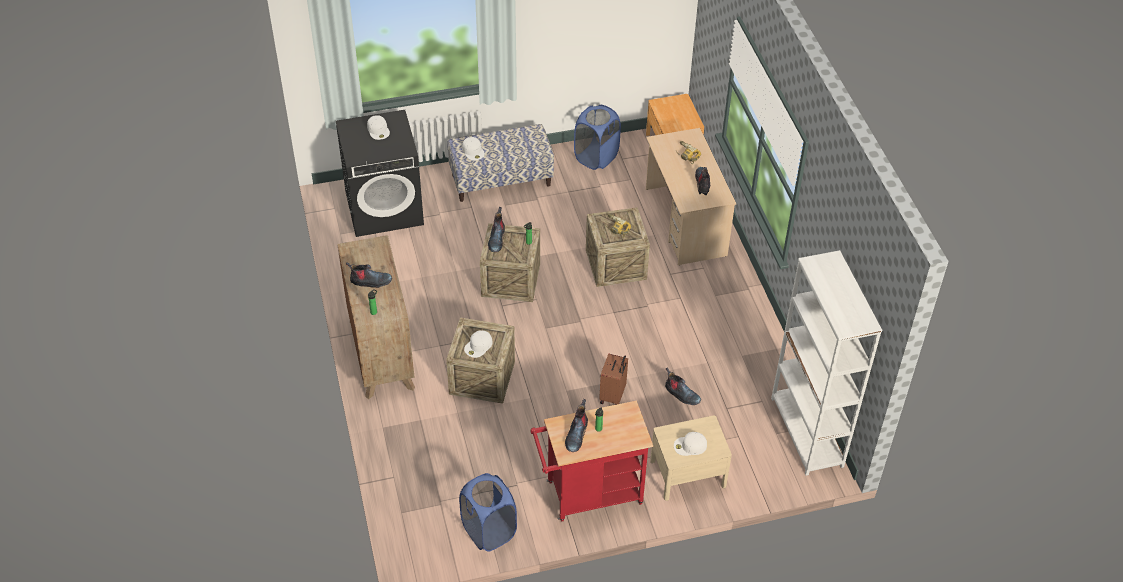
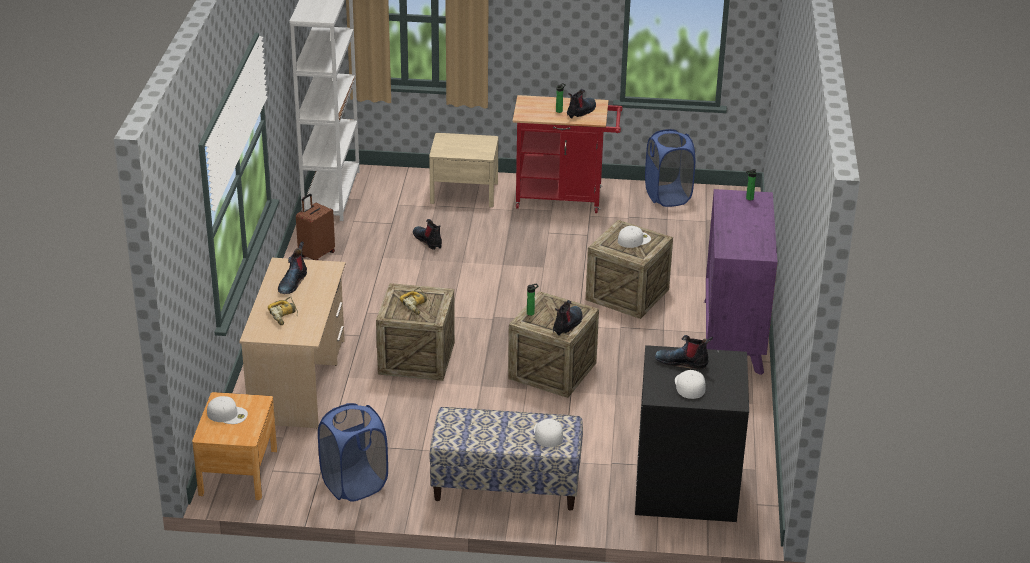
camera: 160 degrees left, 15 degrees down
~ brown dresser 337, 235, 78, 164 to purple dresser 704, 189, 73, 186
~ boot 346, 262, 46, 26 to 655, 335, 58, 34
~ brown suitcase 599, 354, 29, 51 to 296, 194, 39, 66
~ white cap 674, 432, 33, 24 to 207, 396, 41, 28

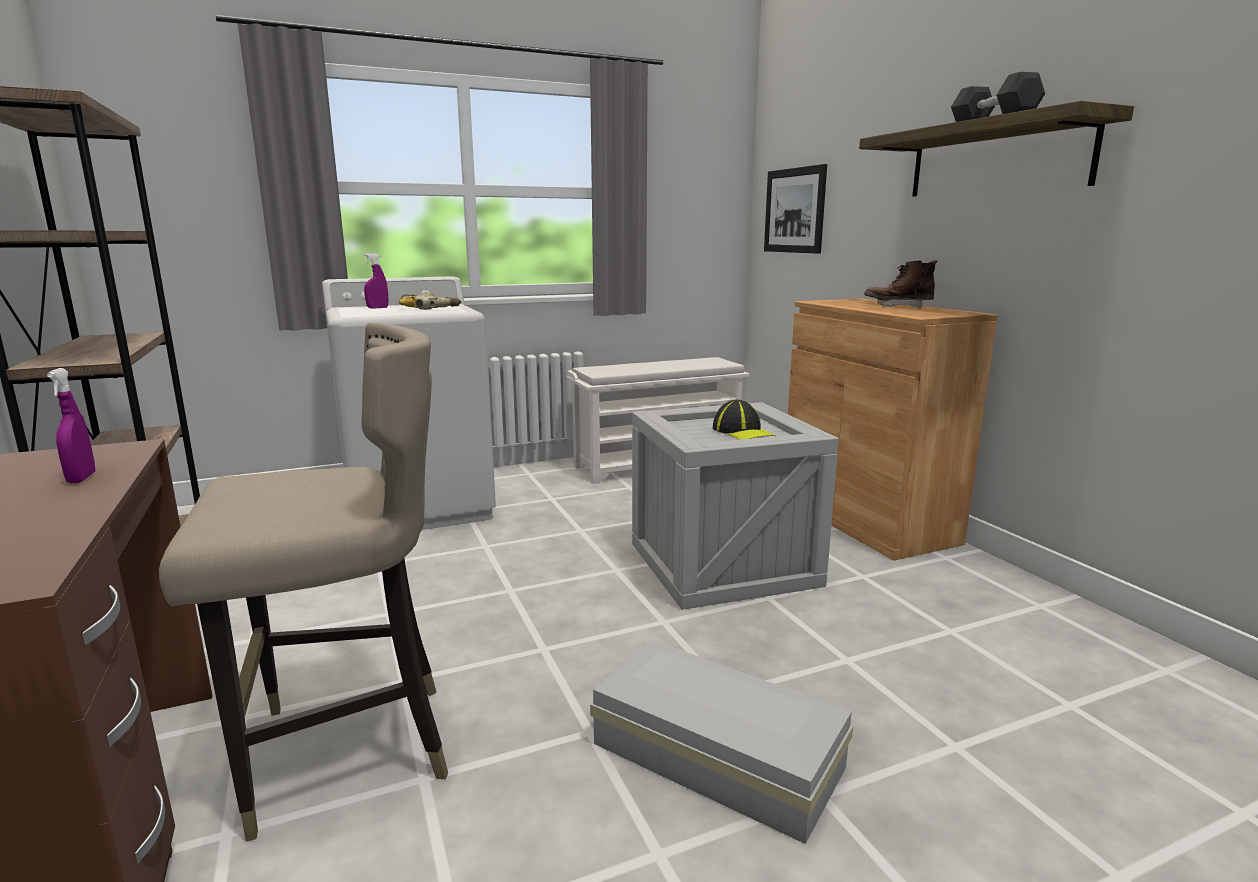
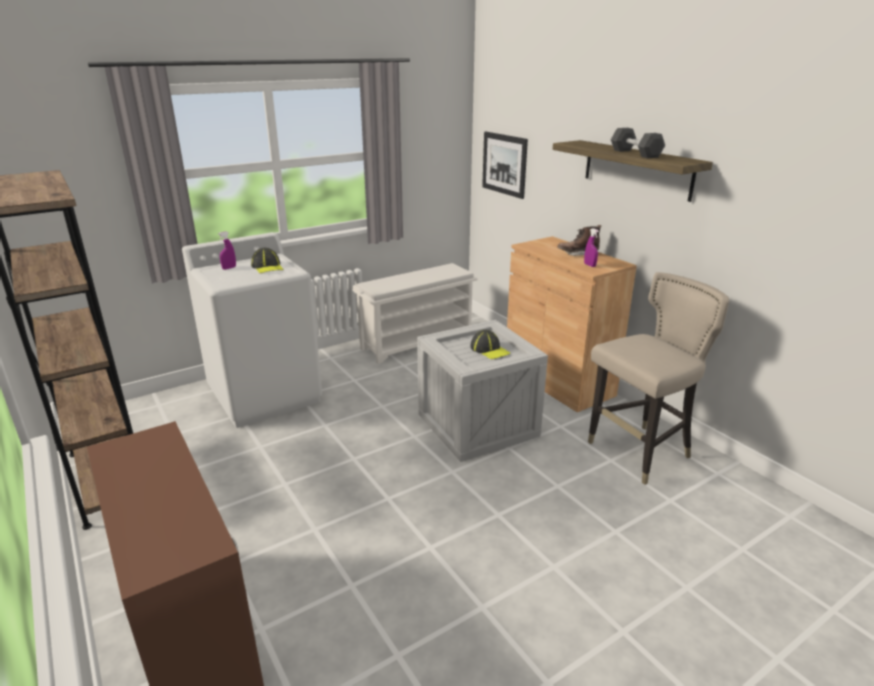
camera: 10 degrees left, 10 degrees up
~ power drill 399, 293, 62, 17 to cap 251, 248, 33, 25
~ beige stool 159, 323, 289, 518 to 588, 272, 141, 213
~ purple spray bottle 47, 368, 48, 116 to 584, 228, 15, 39
- white storage box 590, 640, 263, 204

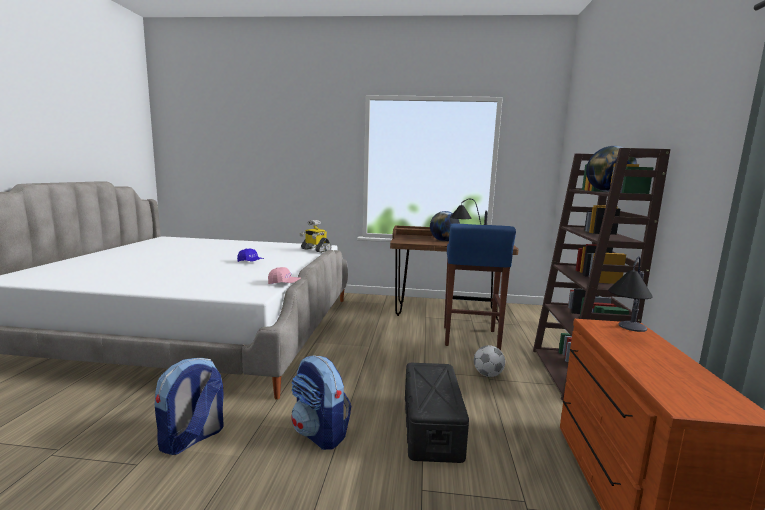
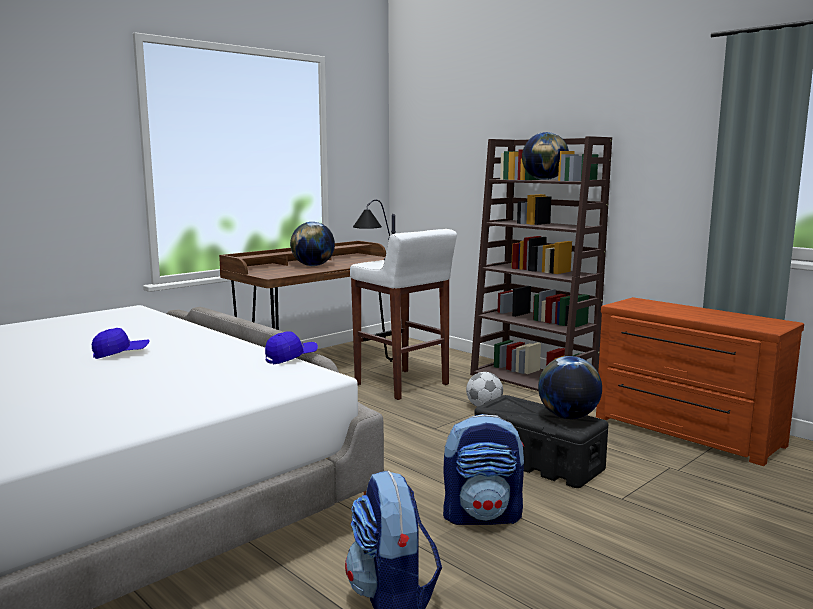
camera: 50 degrees left, 0 degrees up
- toy robot 299, 220, 33, 33
~ blue stool 444, 223, 72, 127 to white stool 350, 229, 107, 171
- table lamp 608, 256, 45, 76
~ pink cap 268, 267, 33, 17 to blue cap 265, 331, 53, 33
+ globe 538, 356, 64, 63

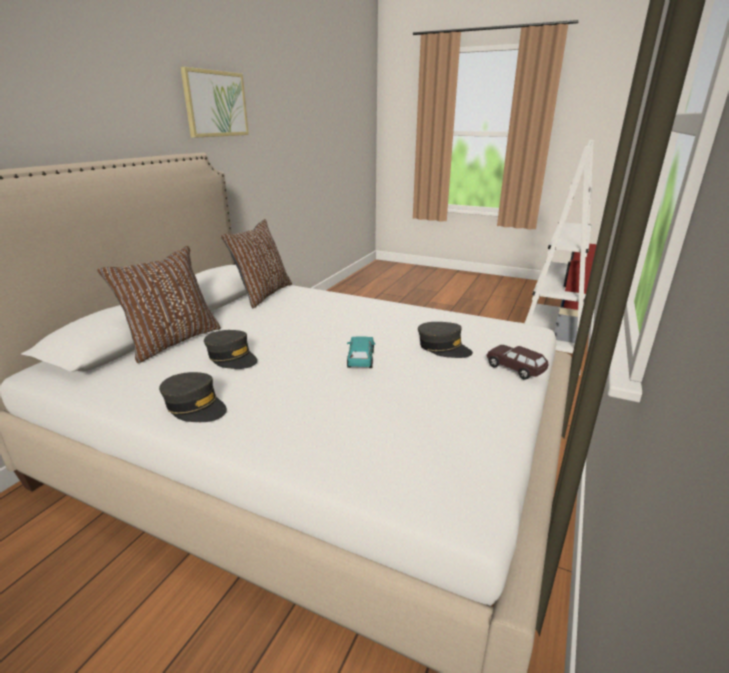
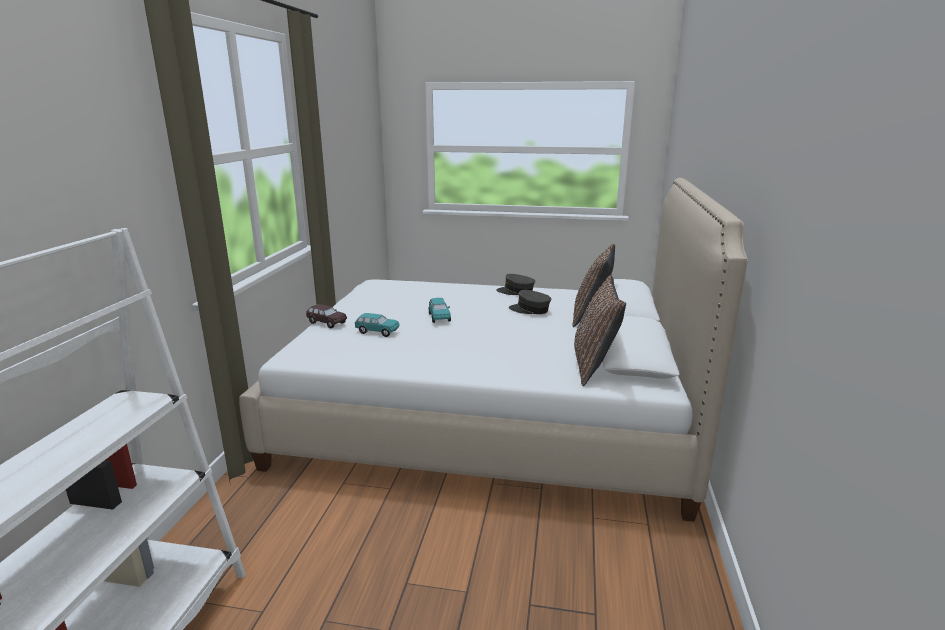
camera: 165 degrees right, 5 degrees down
- picture 180, 67, 69, 71
~ grey cap 418, 322, 55, 36 to turquoise toy car 355, 313, 44, 24

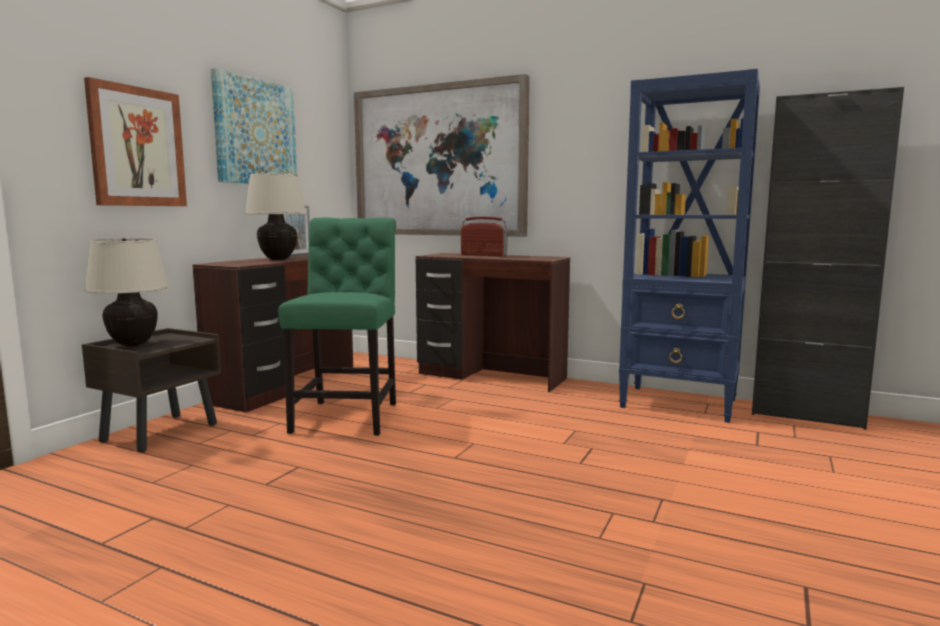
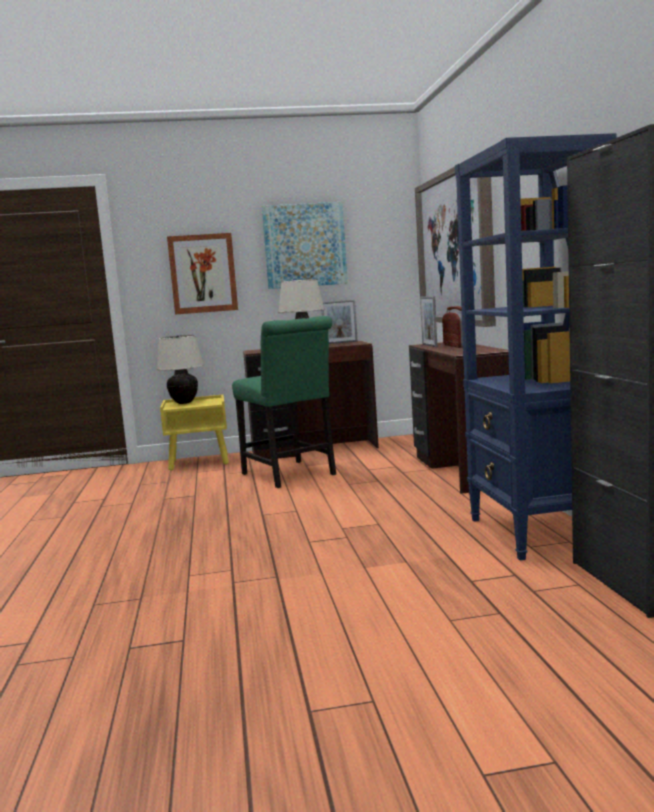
camera: 55 degrees right, 0 degrees up
~ green chair 278, 218, 118, 218 = 232, 316, 104, 172 90 degrees clockwise
~ brown nightstand 82, 328, 139, 124 to yellow nightstand 160, 395, 69, 75
+ picture frame 420, 296, 17, 51

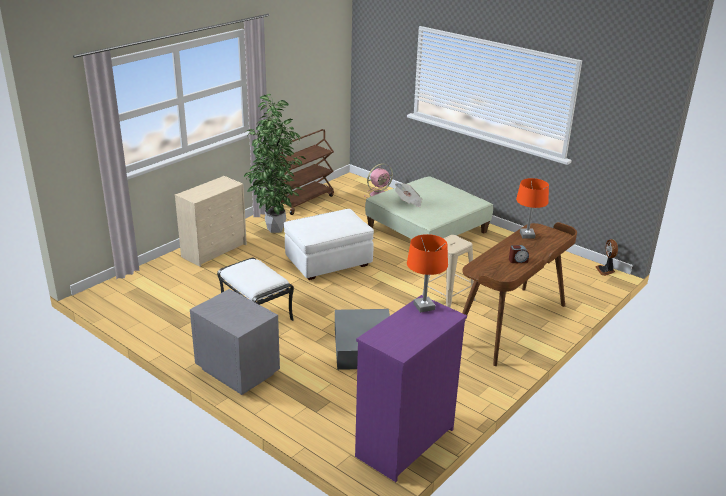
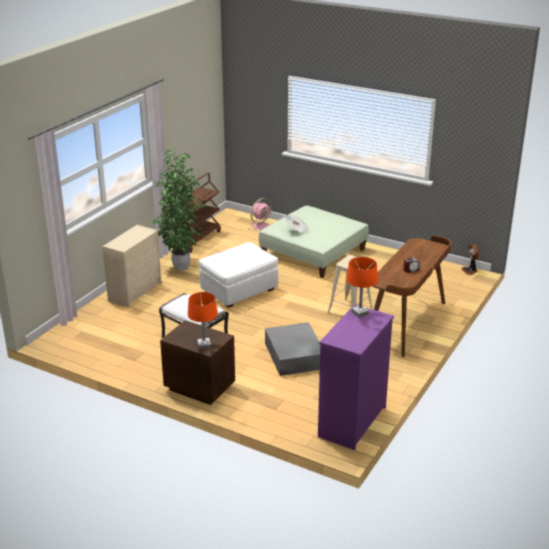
camera: 10 degrees left, 0 degrees up
~ orange table lamp 516, 178, 33, 60 to 188, 292, 30, 57
~ grey nightstand 190, 289, 90, 106 to brown nightstand 160, 320, 75, 85

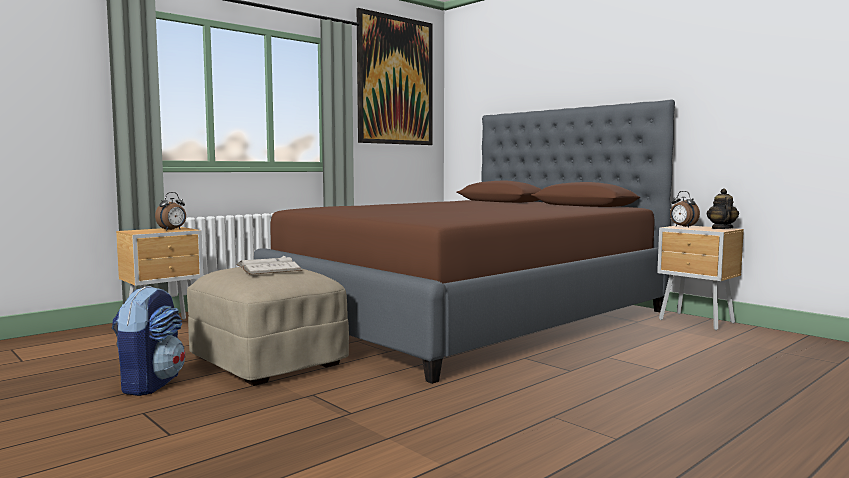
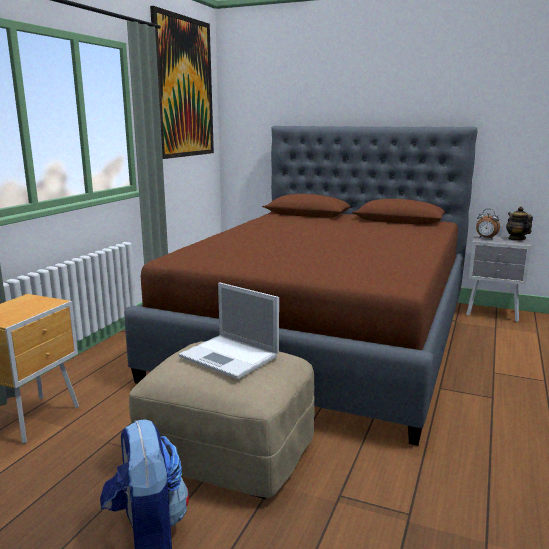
camera: 25 degrees left, 10 degrees up
- alarm clock 155, 192, 31, 39
~ brown nightstand 657, 225, 87, 105 to grey nightstand 467, 234, 64, 88
~ white book 236, 255, 66, 20 to laptop 178, 282, 101, 97

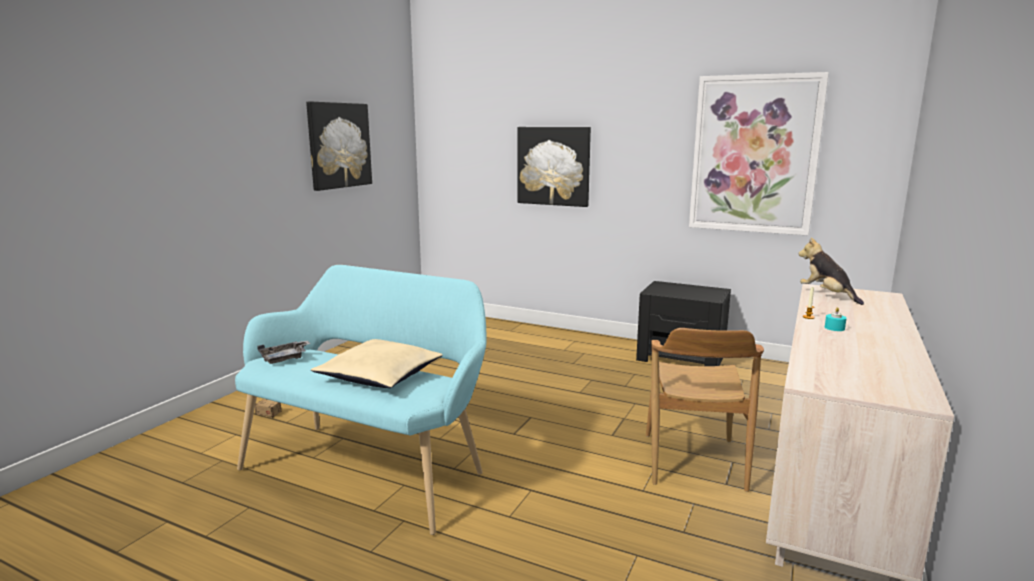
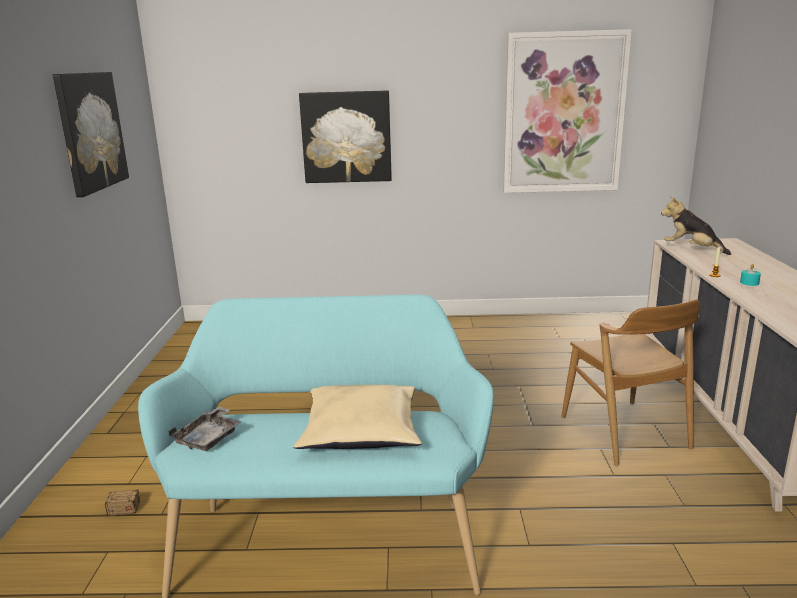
camera: 25 degrees left, 5 degrees up
- black nightstand 636, 281, 95, 85

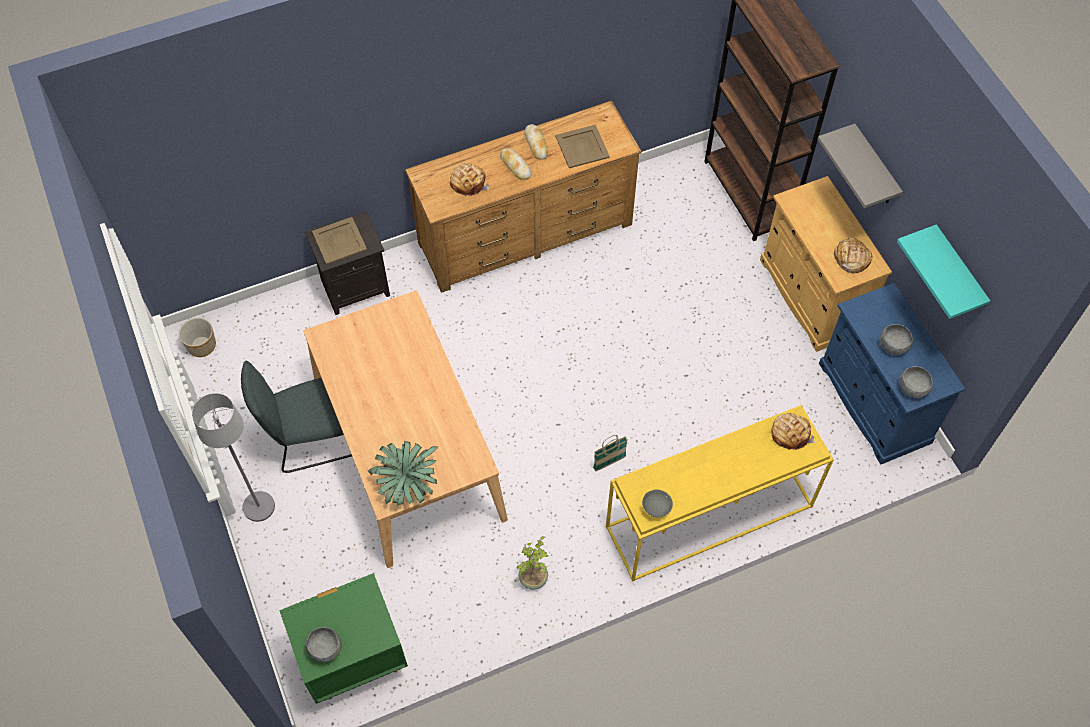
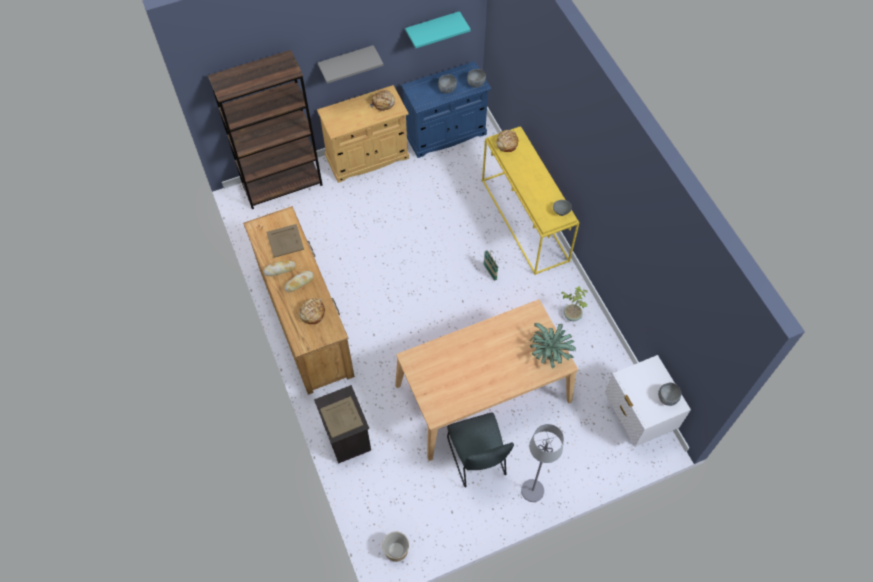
camera: 90 degrees left, 0 degrees up
~ green nightstand 279, 573, 129, 131 to white nightstand 605, 355, 86, 92

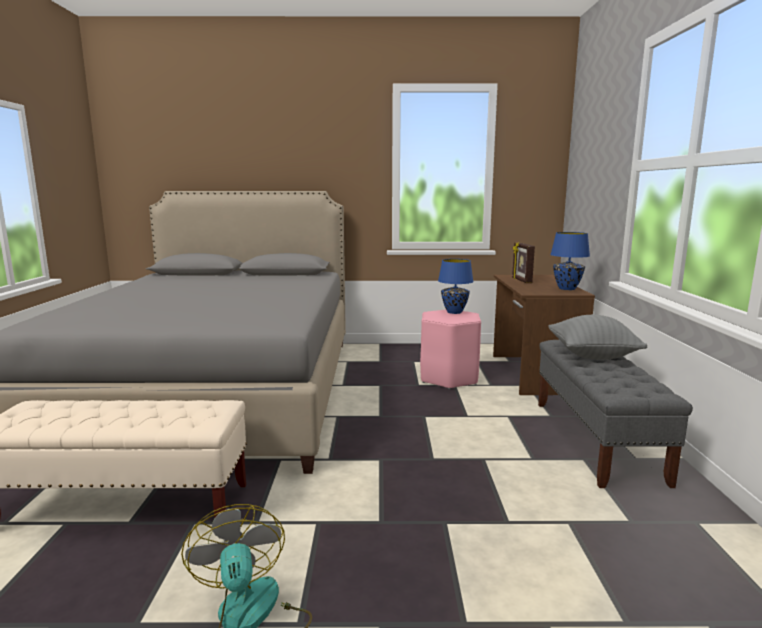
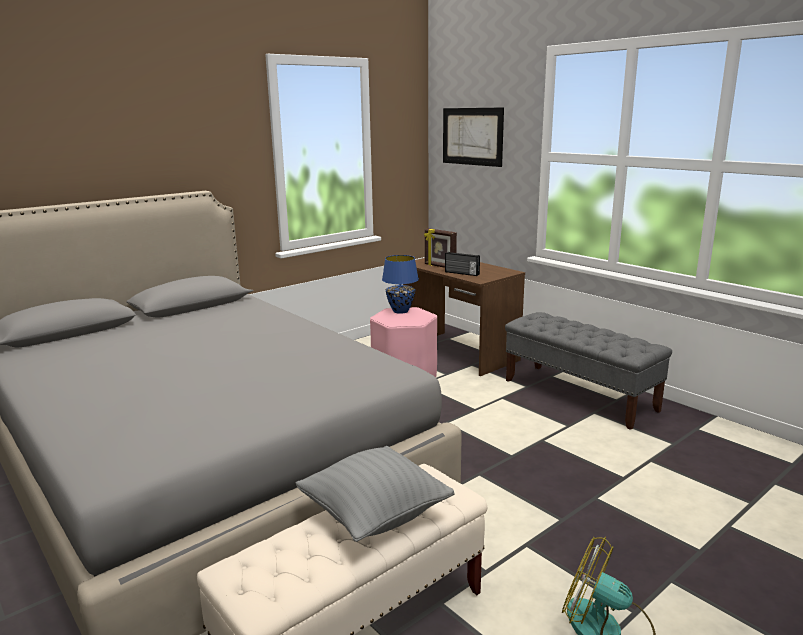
camera: 40 degrees left, 5 degrees up
- blue table lamp 550, 232, 40, 58
~ grey pillow 548, 315, 99, 45 to 296, 446, 158, 96
+ picture 443, 107, 61, 60
+ radio 445, 252, 35, 24

